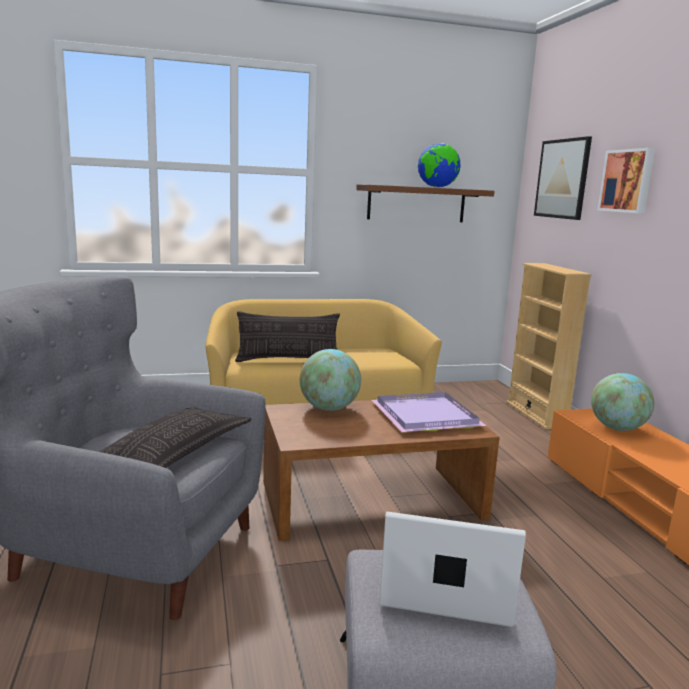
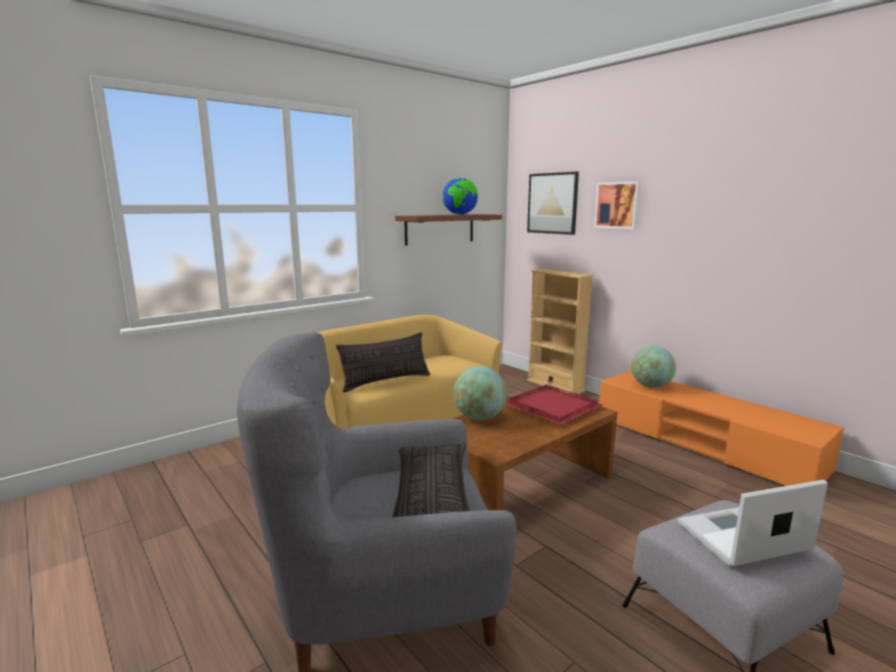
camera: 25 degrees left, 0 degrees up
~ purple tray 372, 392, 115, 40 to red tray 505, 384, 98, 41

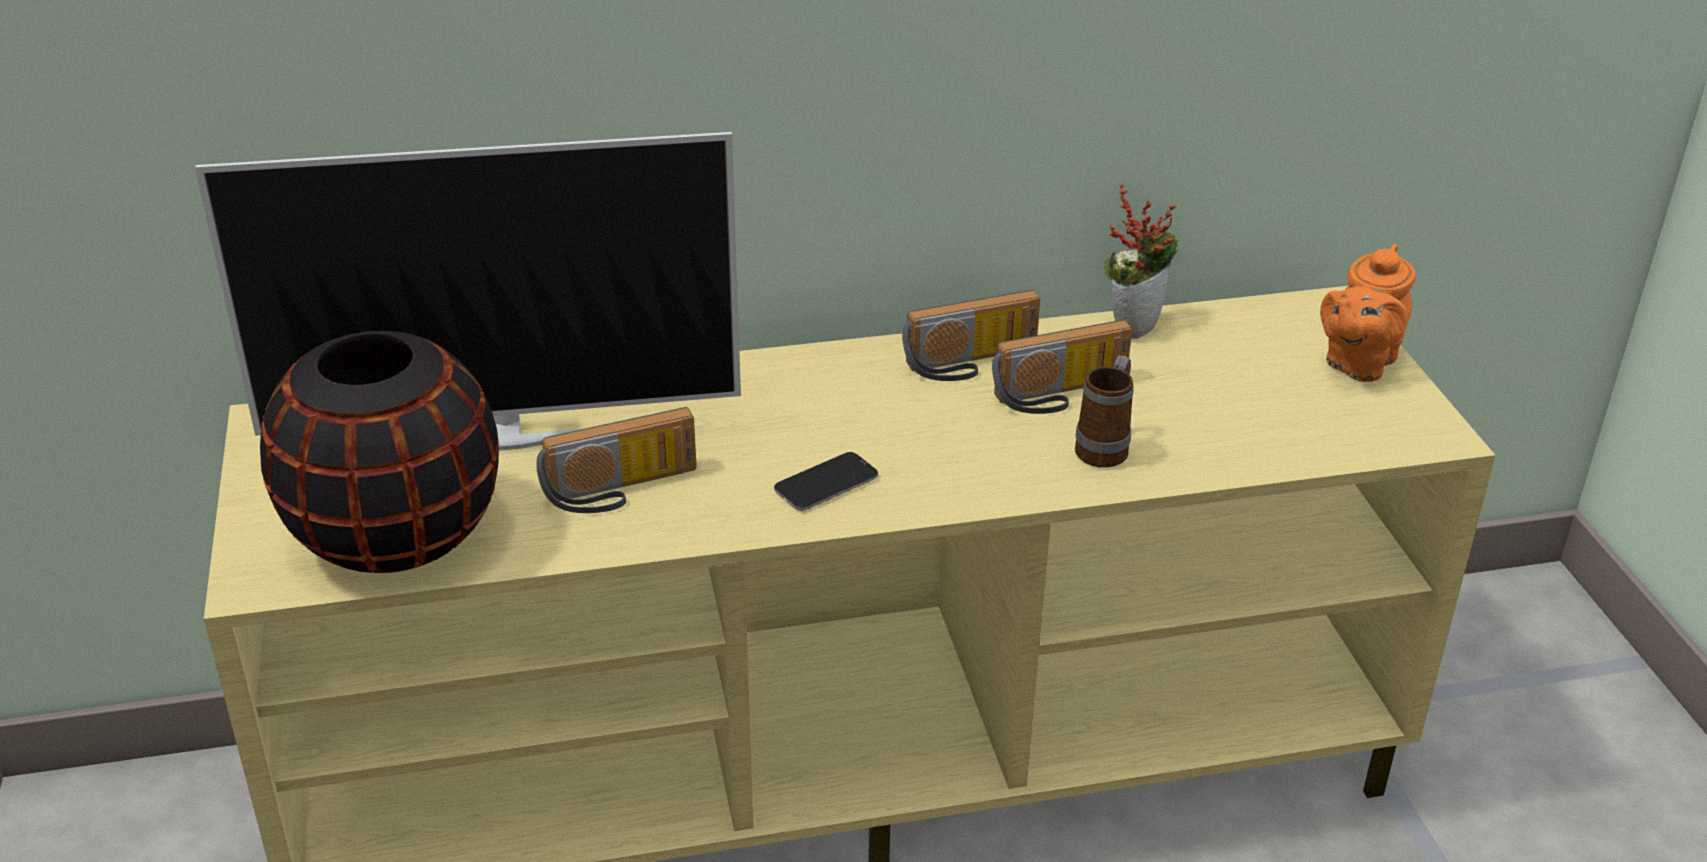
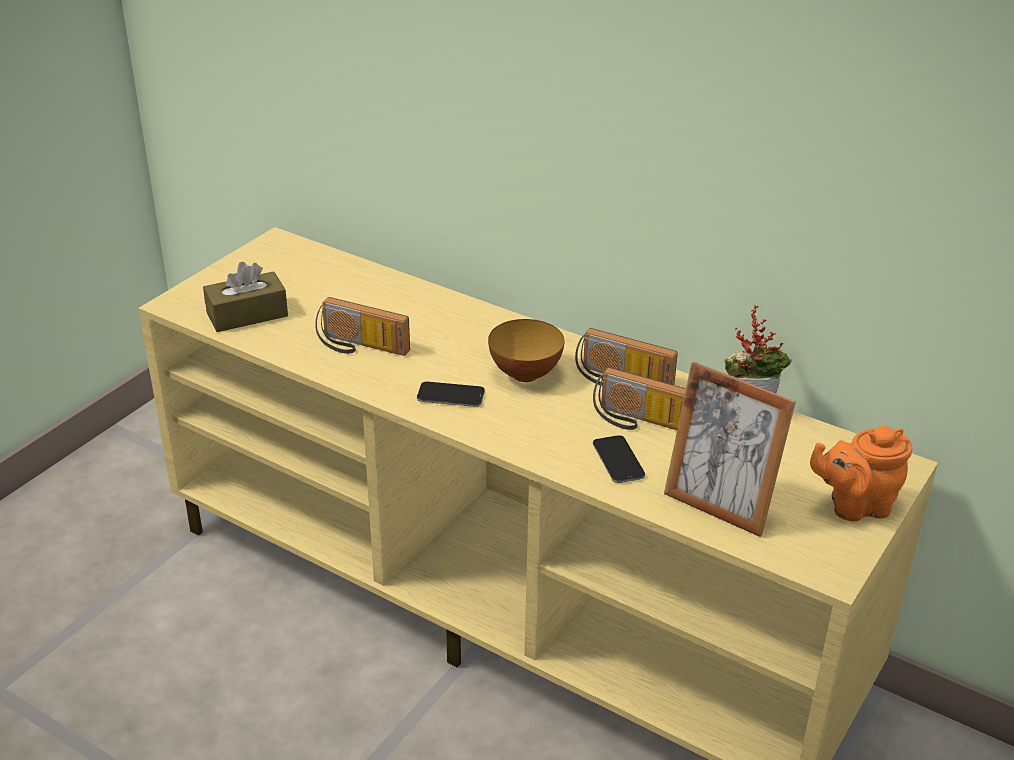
camera: 45 degrees right, 0 degrees up
- television 195, 132, 546, 319
~ black vase 260, 331, 239, 242 to brown tissue box 203, 262, 85, 70
~ mug 1075, 356, 59, 112 to phone 593, 435, 52, 48
+ bowl 488, 319, 76, 63
+ picture frame 664, 362, 132, 175

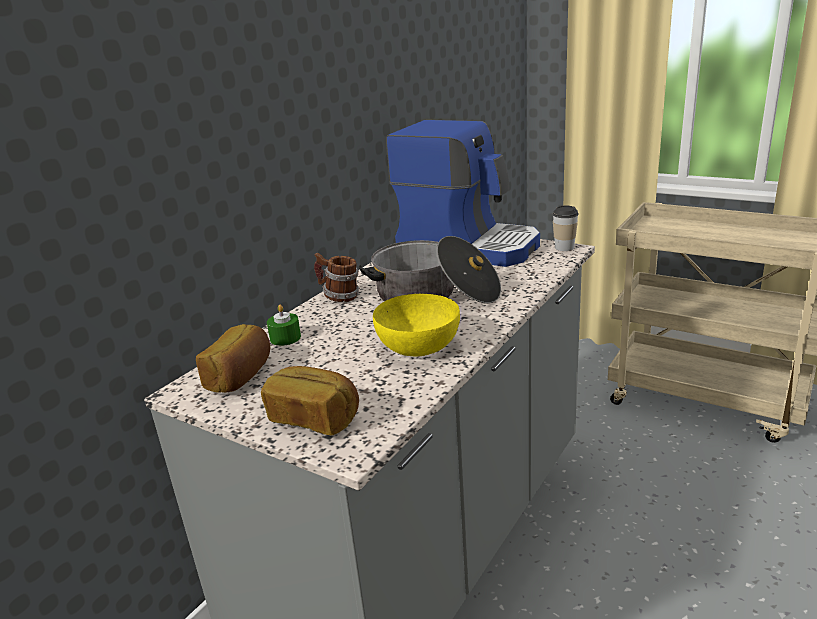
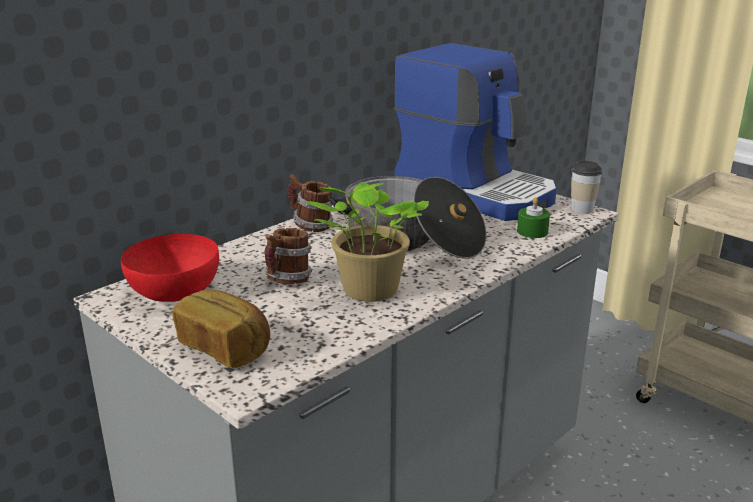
camera: 10 degrees right, 0 degrees up
~ yellow bowl 373, 294, 87, 62 to potted plant 304, 182, 125, 120
~ green candle 267, 305, 34, 41 to 517, 197, 33, 41
~ bread 196, 324, 74, 69 to red bowl 121, 234, 98, 68
+ mug 264, 228, 48, 56

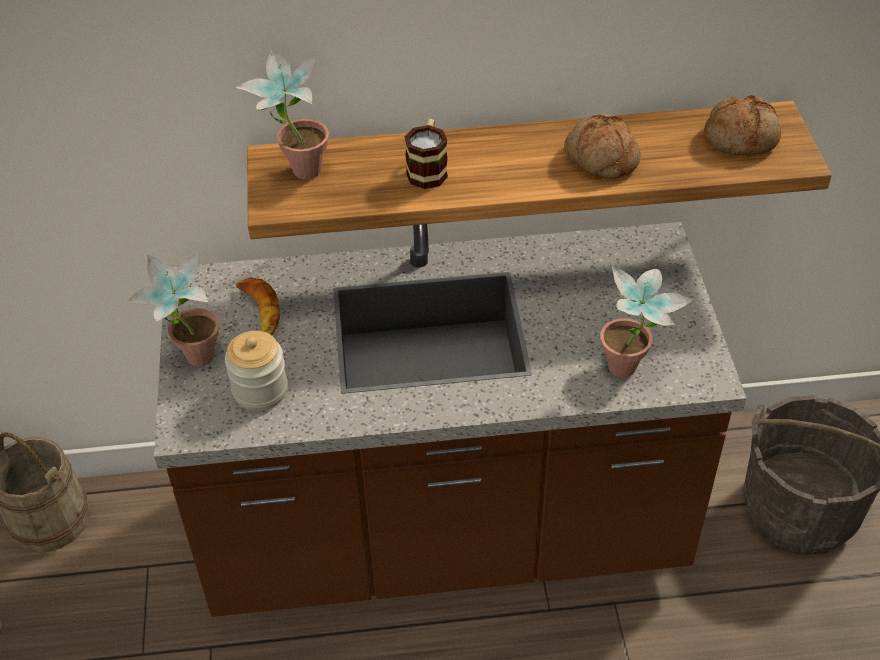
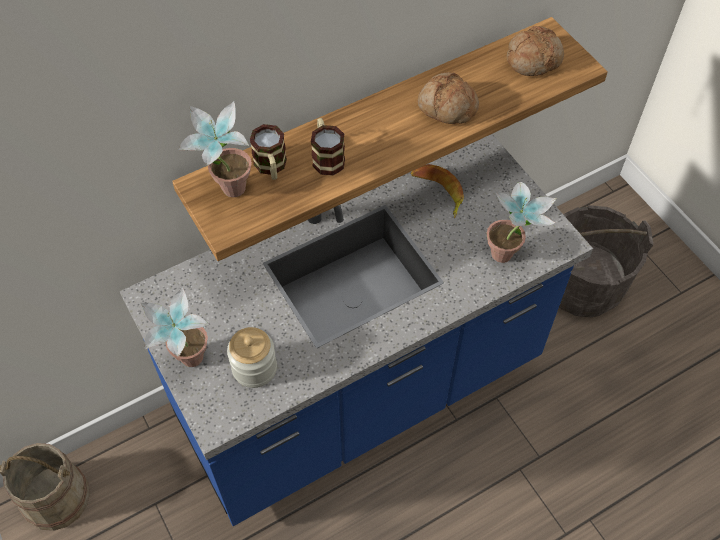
camera: 25 degrees left, 10 degrees up
~ brown counter 154, 222, 592, 395 to blue counter 120, 134, 473, 392
~ banana 236, 278, 44, 57 to 411, 164, 53, 54
+ mug 250, 124, 37, 56

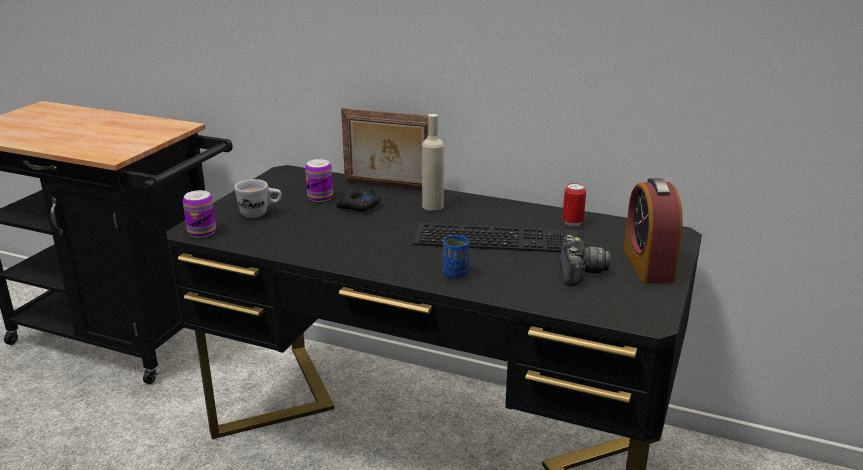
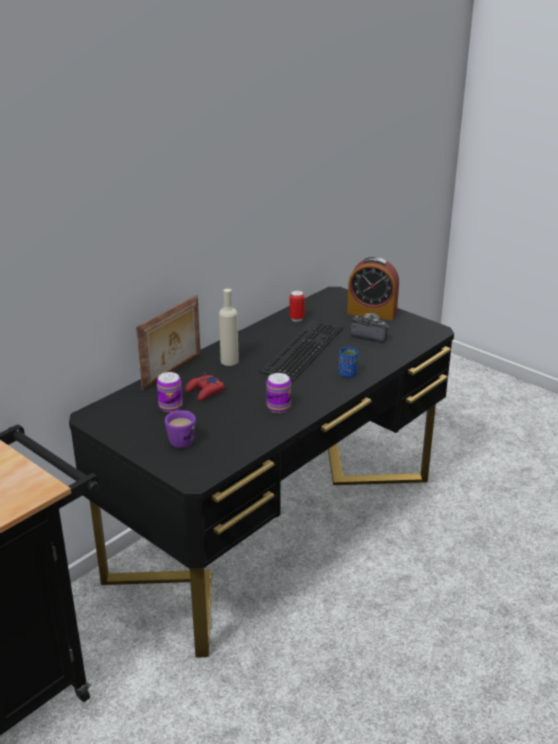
camera: 70 degrees left, 5 degrees up
~ white mug 234, 179, 48, 39 to purple mug 165, 410, 31, 38
~ black game controller 336, 189, 45, 23 to red game controller 185, 373, 39, 28
~ can 183, 190, 33, 48 to 267, 373, 24, 40

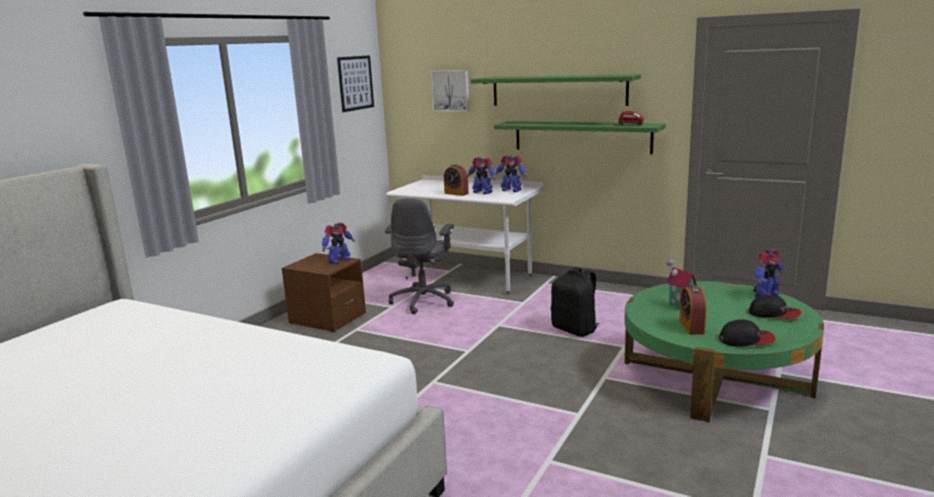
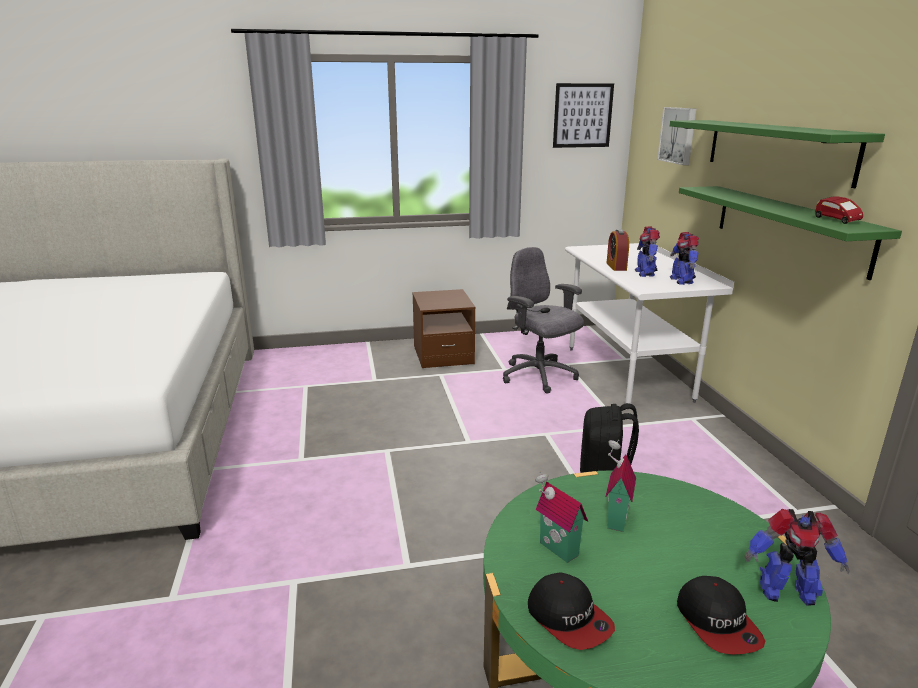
camera: 50 degrees right, 5 degrees up
~ grey office chair 385, 198, 69, 116 = 503, 247, 81, 147 75 degrees clockwise
- toy robot 322, 223, 33, 41
~ alarm clock 680, 285, 26, 50 to toy house 535, 471, 53, 92

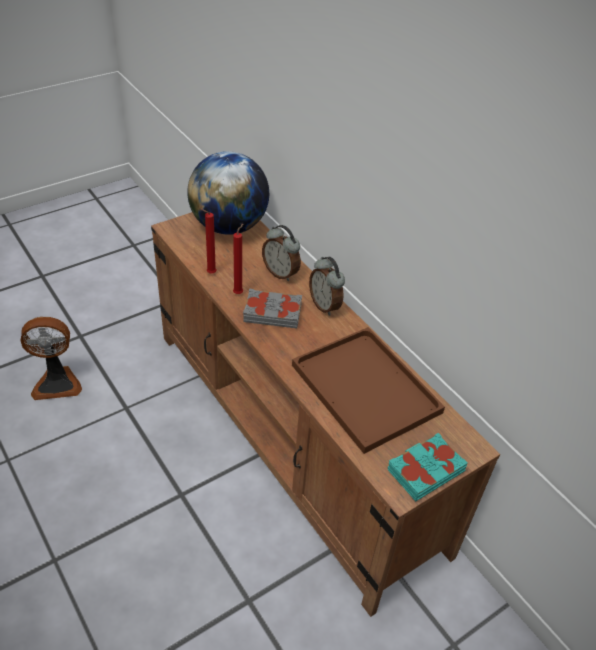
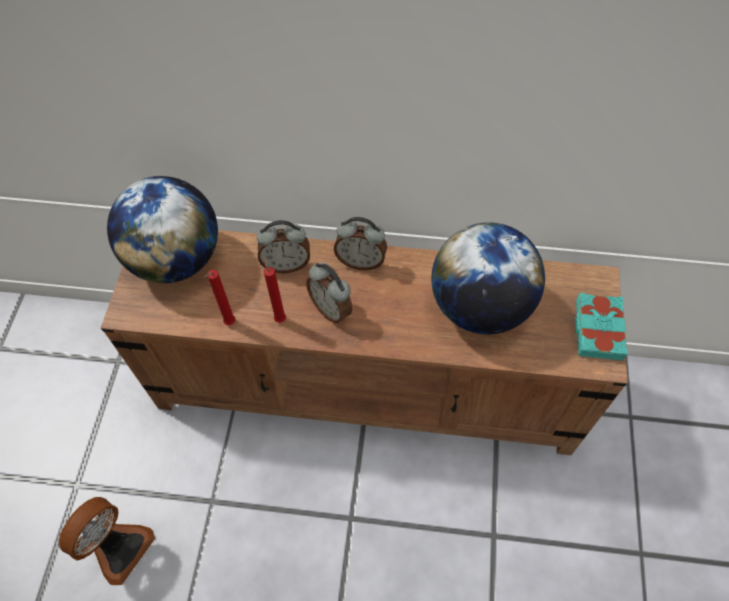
camera: 45 degrees left, 15 degrees up
~ grey book 243, 289, 59, 39 to alarm clock 306, 263, 47, 60
~ brown tray 292, 327, 153, 127 to globe 431, 222, 114, 112

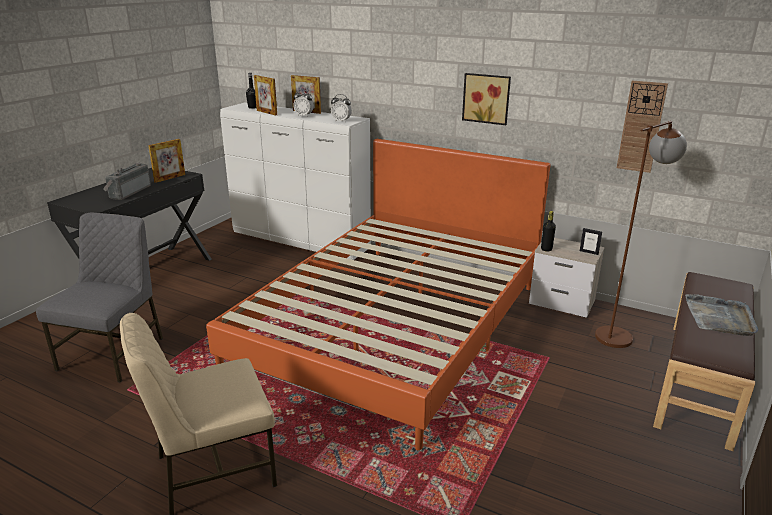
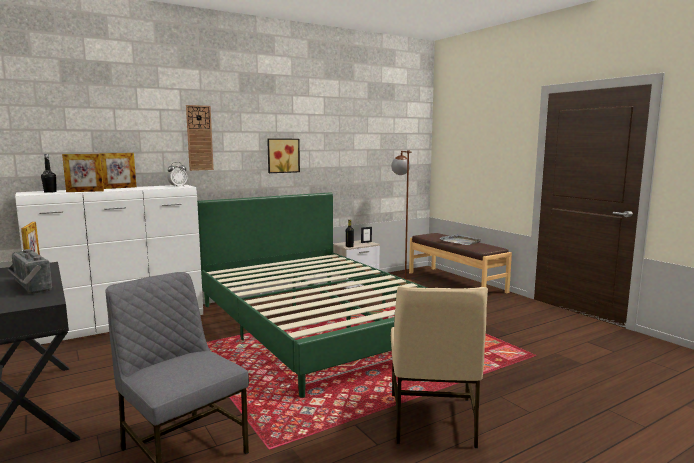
camera: 60 degrees left, 15 degrees down
~ wall clock 617, 81, 51, 92 to 186, 105, 28, 66
- alarm clock 293, 90, 21, 27
~ orange bed 206, 139, 345, 311 to green bed 197, 192, 230, 206

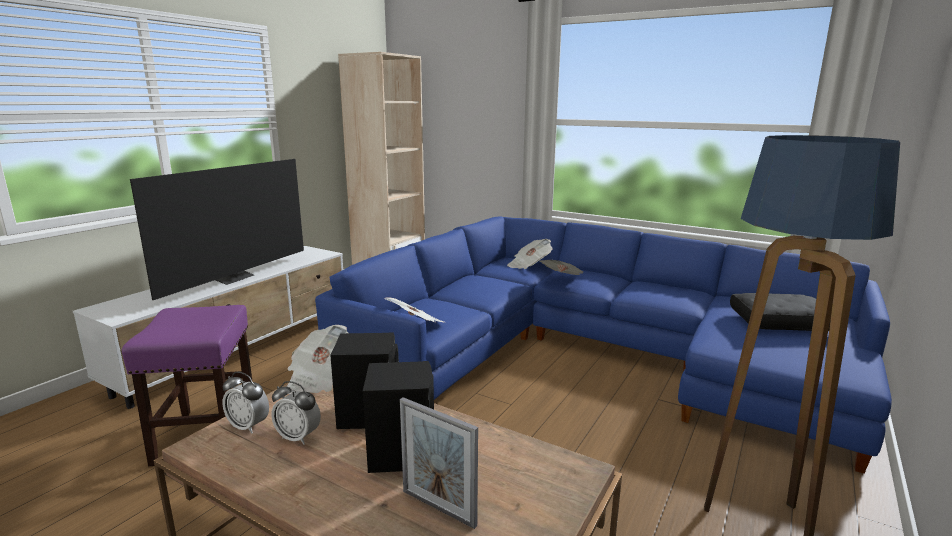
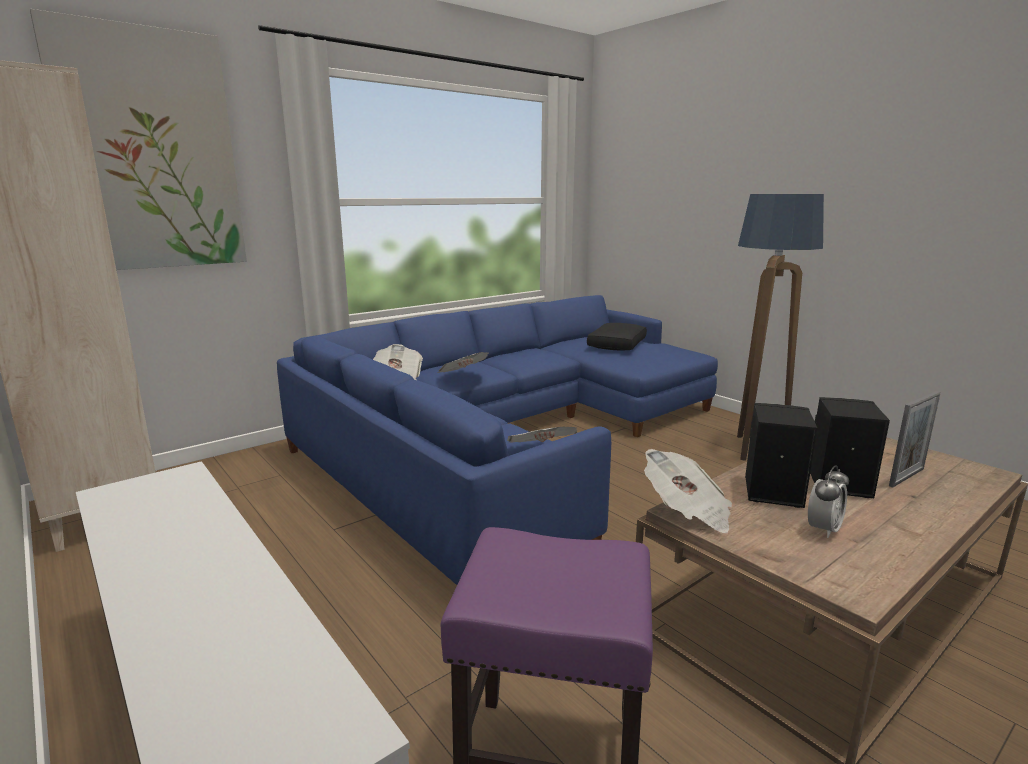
camera: 70 degrees left, 0 degrees up
- television 130, 159, 174, 141
- alarm clock 222, 372, 47, 62
+ picture 30, 9, 217, 261

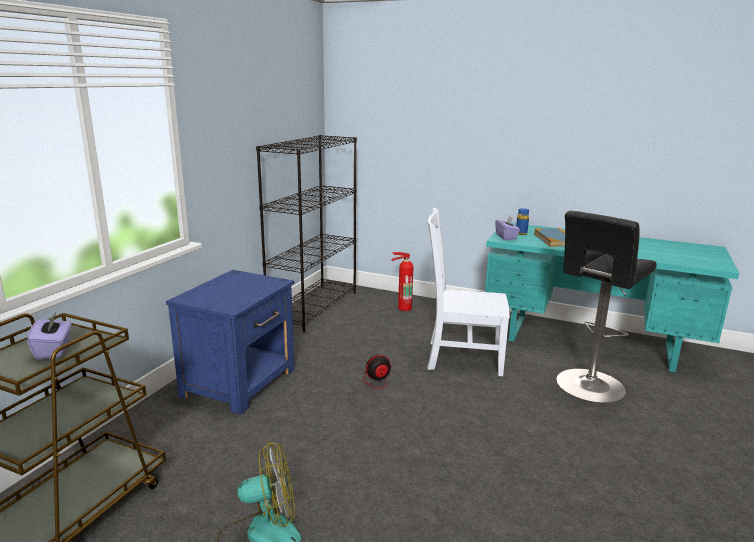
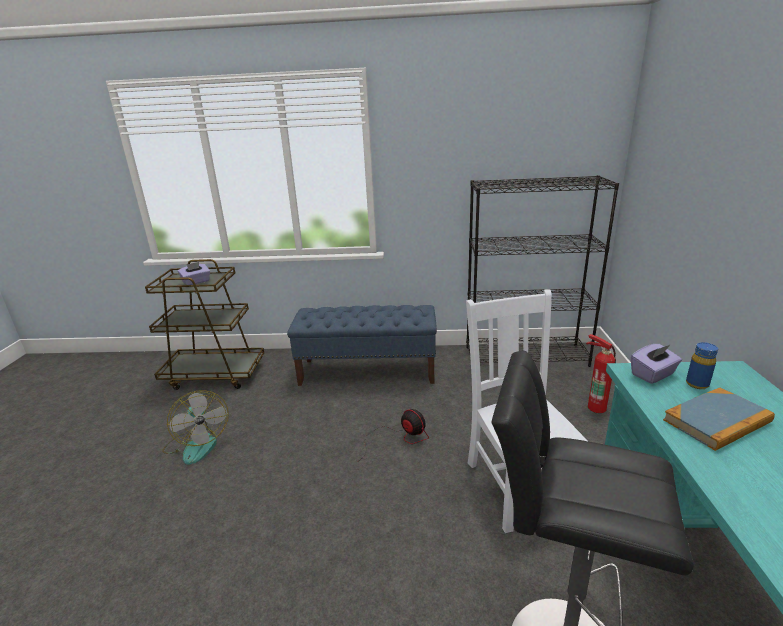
camera: 70 degrees right, 5 degrees up
~ blue nightstand 166, 270, 128, 145 to blue bench 287, 305, 150, 81

